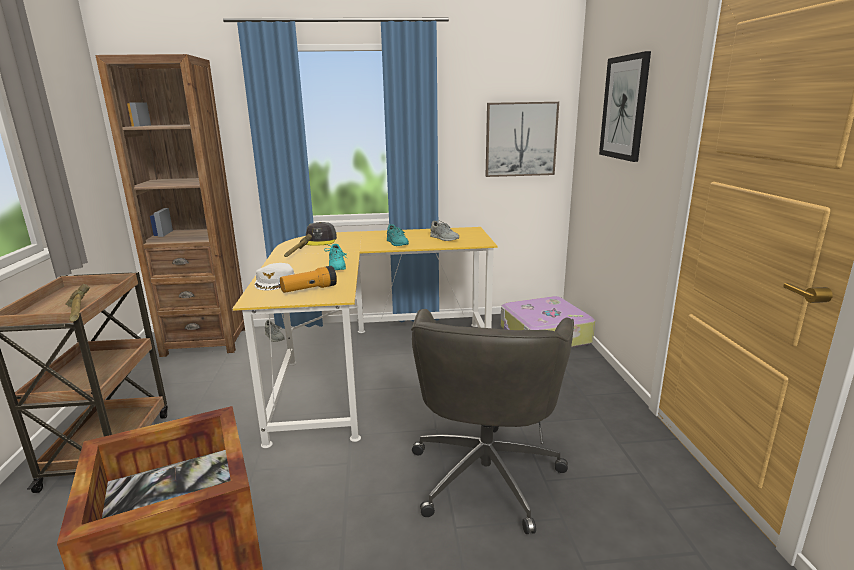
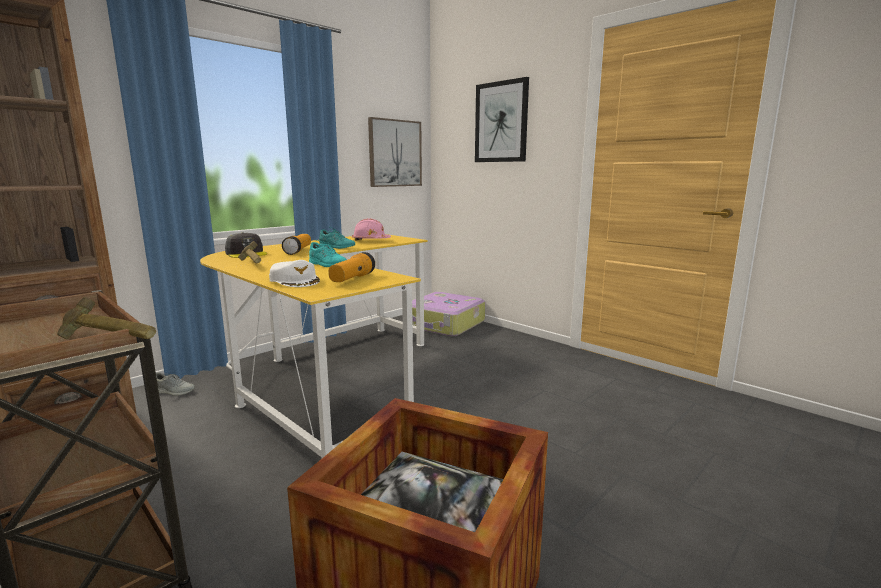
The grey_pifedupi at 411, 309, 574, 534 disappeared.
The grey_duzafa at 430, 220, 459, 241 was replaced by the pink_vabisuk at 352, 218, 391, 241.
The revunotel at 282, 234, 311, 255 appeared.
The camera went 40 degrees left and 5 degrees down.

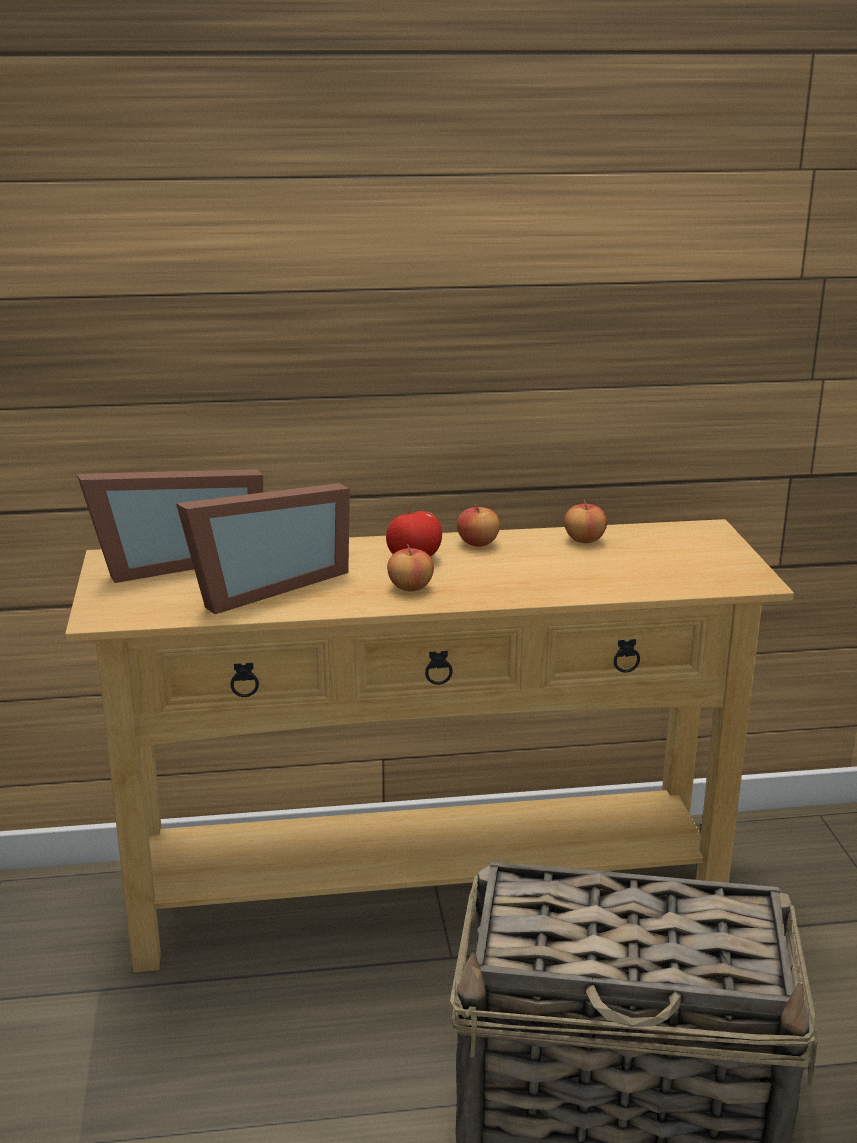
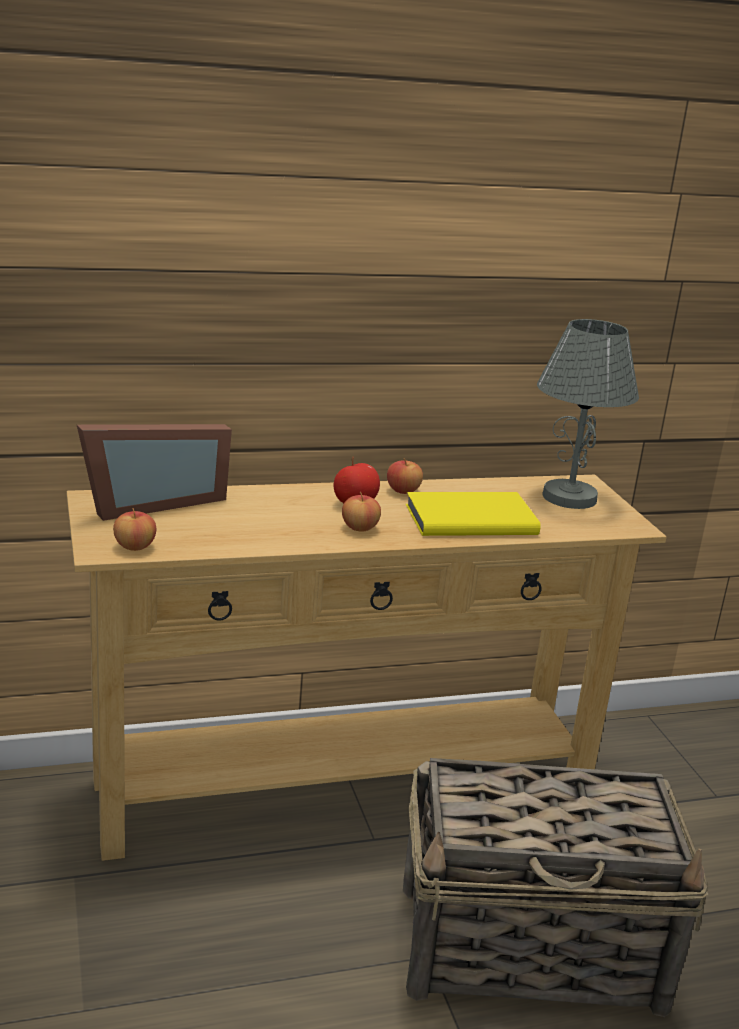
The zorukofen at 176, 483, 350, 614 disappeared.
The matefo moved from 564, 500, 607, 543 to 113, 508, 156, 551.
The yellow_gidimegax at 406, 492, 541, 536 appeared.
The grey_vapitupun at 537, 319, 639, 509 appeared.
The camera went 10 degrees left and 0 degrees up.

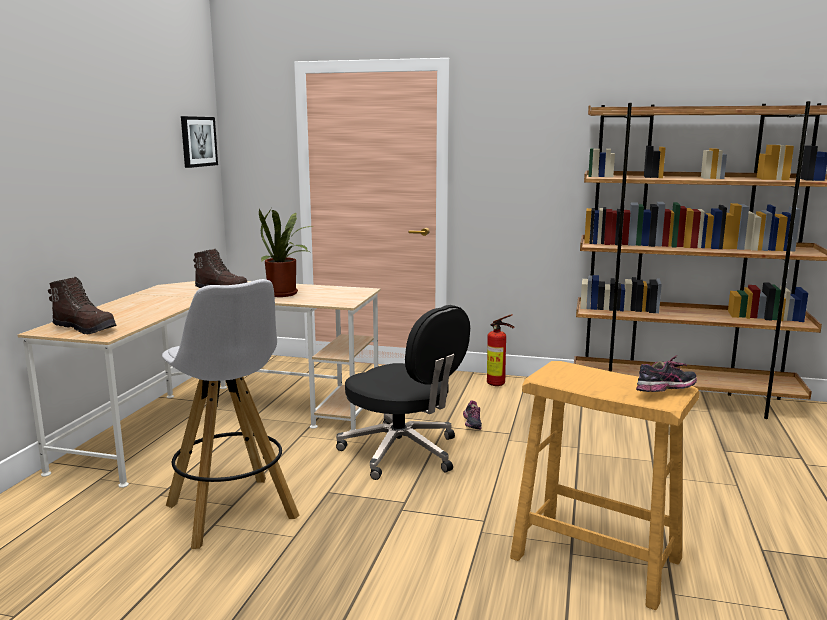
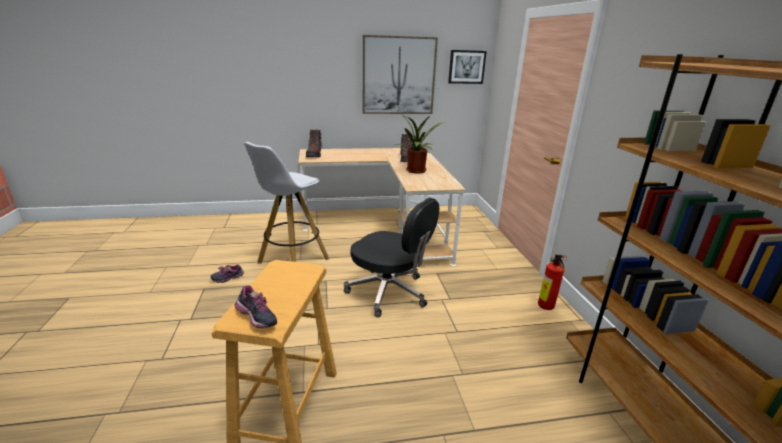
The black_pifedupi at 336, 305, 470, 480 turned 75 degrees counterclockwise.
The duzafa moved from 463, 400, 482, 430 to 210, 264, 244, 283.
The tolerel at 363, 35, 438, 114 appeared.
The camera went 65 degrees right and 10 degrees up.

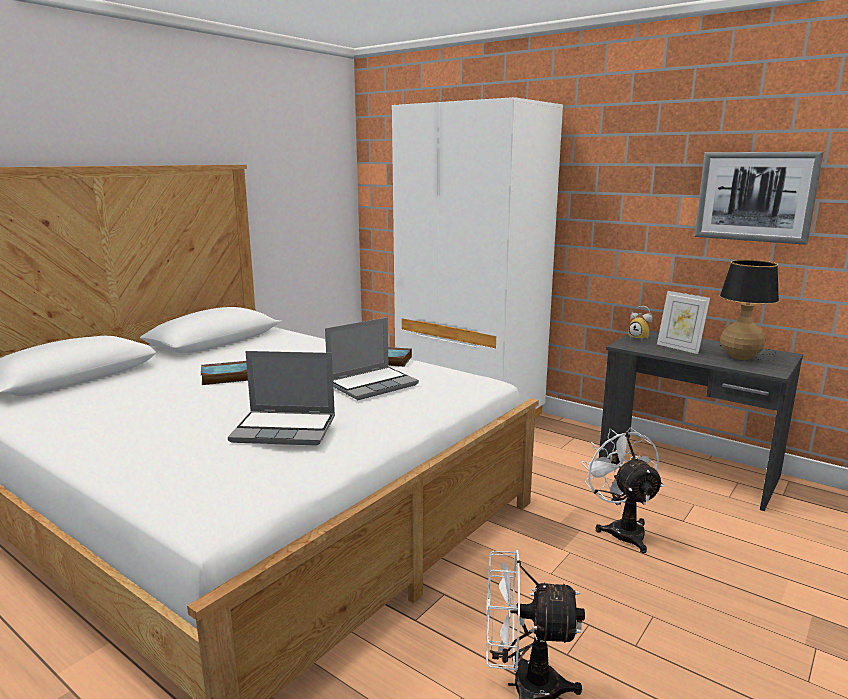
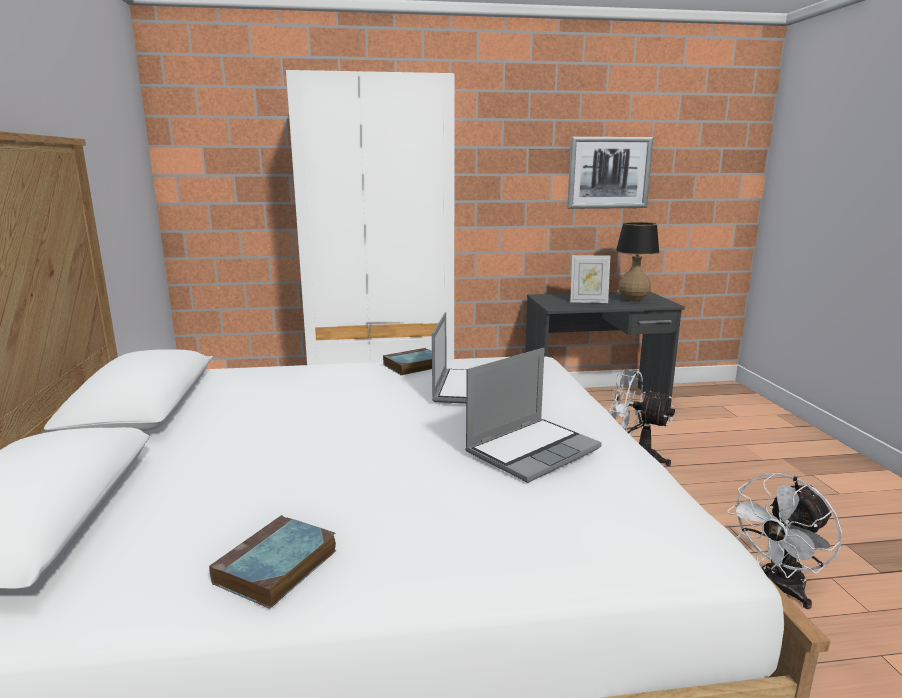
The gidimegax moved from 201, 361, 248, 385 to 209, 515, 337, 609.
The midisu at 629, 306, 653, 341 disappeared.
The camera went 45 degrees left and 0 degrees up.

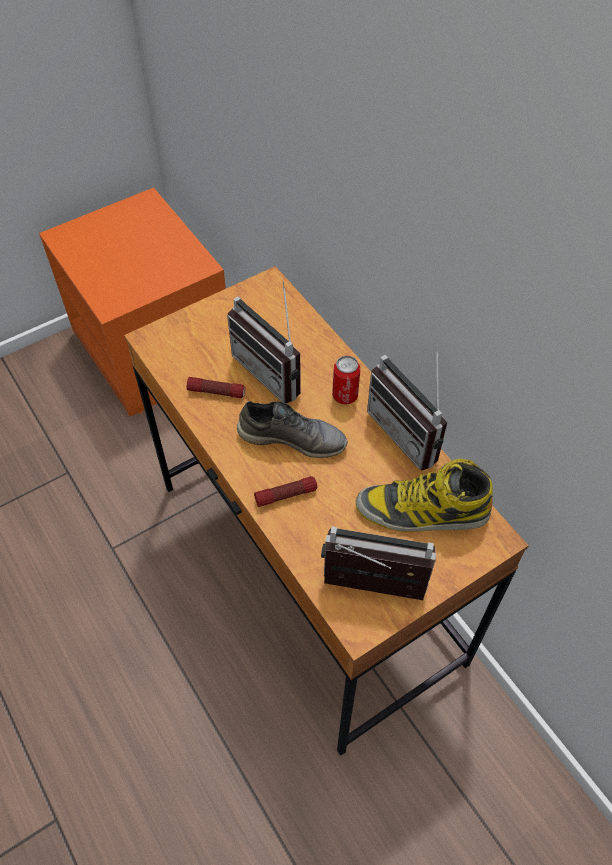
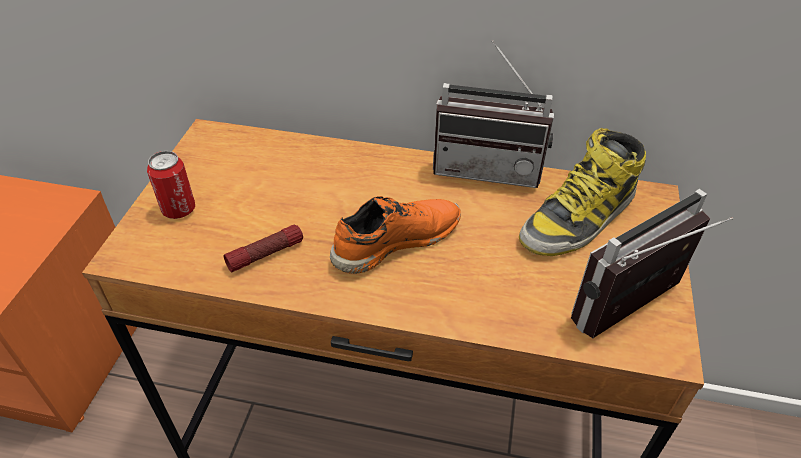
The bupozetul at 227, 282, 301, 403 disappeared.
The grey_duzafa at 237, 401, 347, 458 became the orange_duzafa at 330, 196, 461, 274.
The revunotel at 254, 476, 317, 507 disappeared.
The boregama moved from 332, 356, 360, 405 to 147, 151, 195, 219.
The camera went 45 degrees left and 10 degrees down.

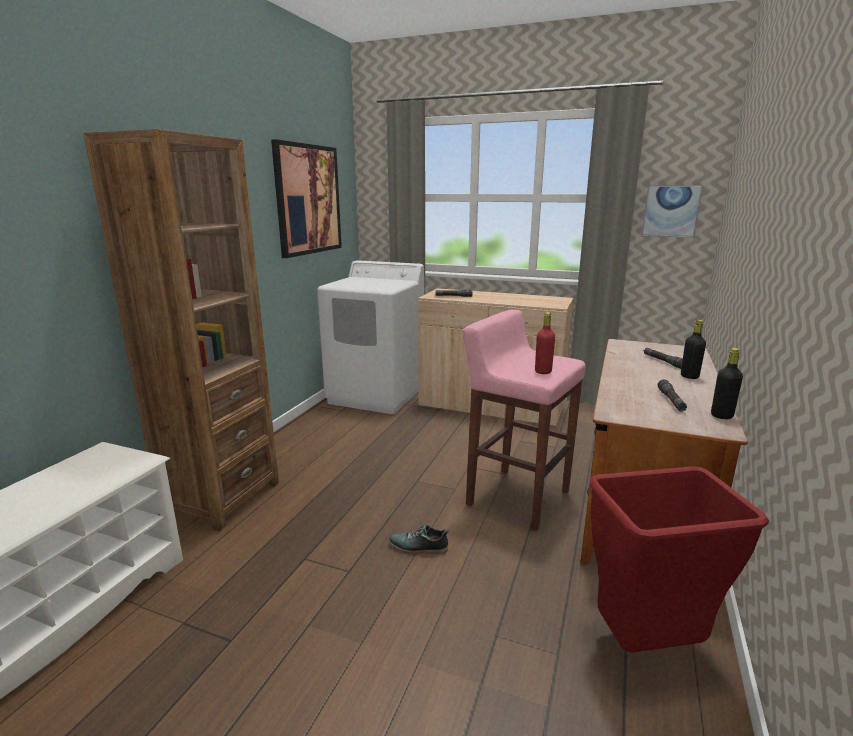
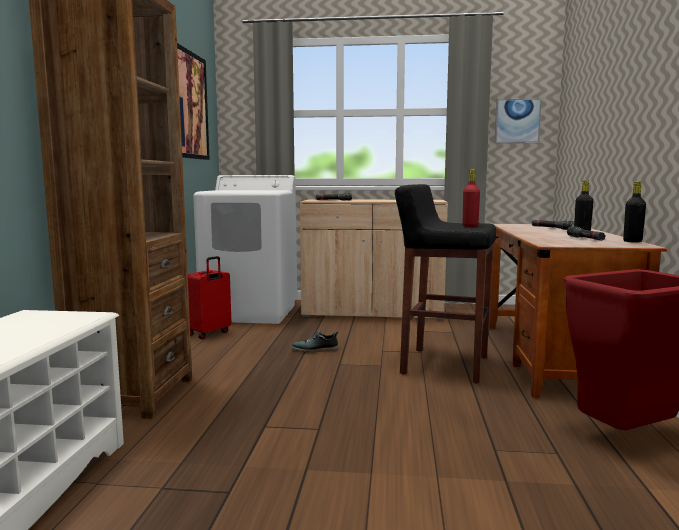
The duzafa moved from 389, 524, 449, 554 to 291, 331, 338, 353.
The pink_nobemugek at 463, 310, 586, 531 became the black_nobemugek at 395, 184, 496, 383.
The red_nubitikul at 188, 256, 231, 339 appeared.
The camera went 15 degrees left and 10 degrees down.

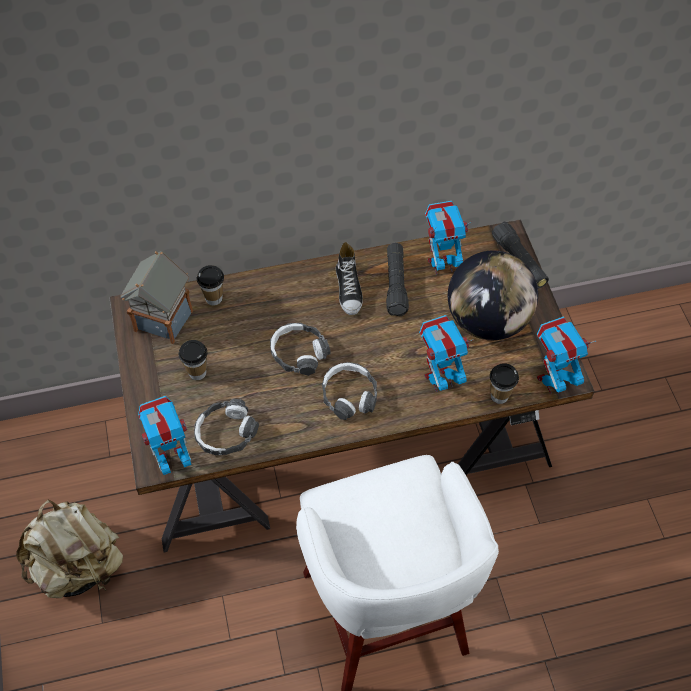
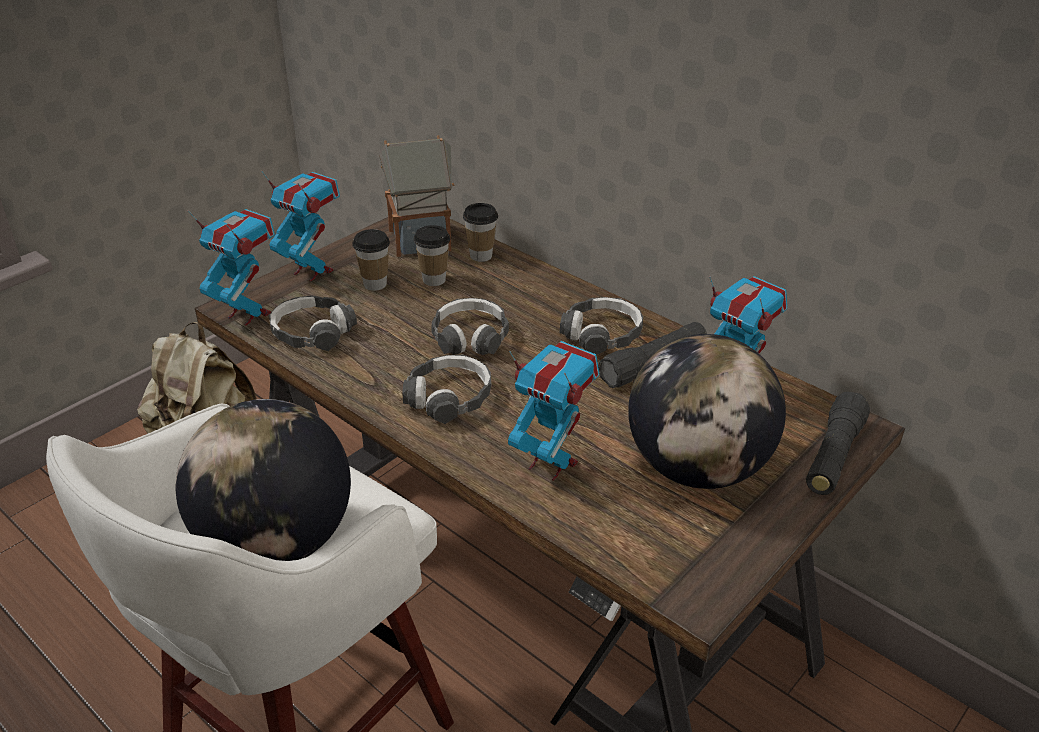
The duzafa at 336, 242, 363, 315 was replaced by the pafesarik at 560, 297, 643, 355.
The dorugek moved from 490, 363, 519, 404 to 413, 225, 450, 286.
The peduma moved from 537, 317, 596, 394 to 261, 171, 340, 282.
The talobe at 176, 399, 351, 561 appeared.
The camera went 55 degrees right and 20 degrees down.

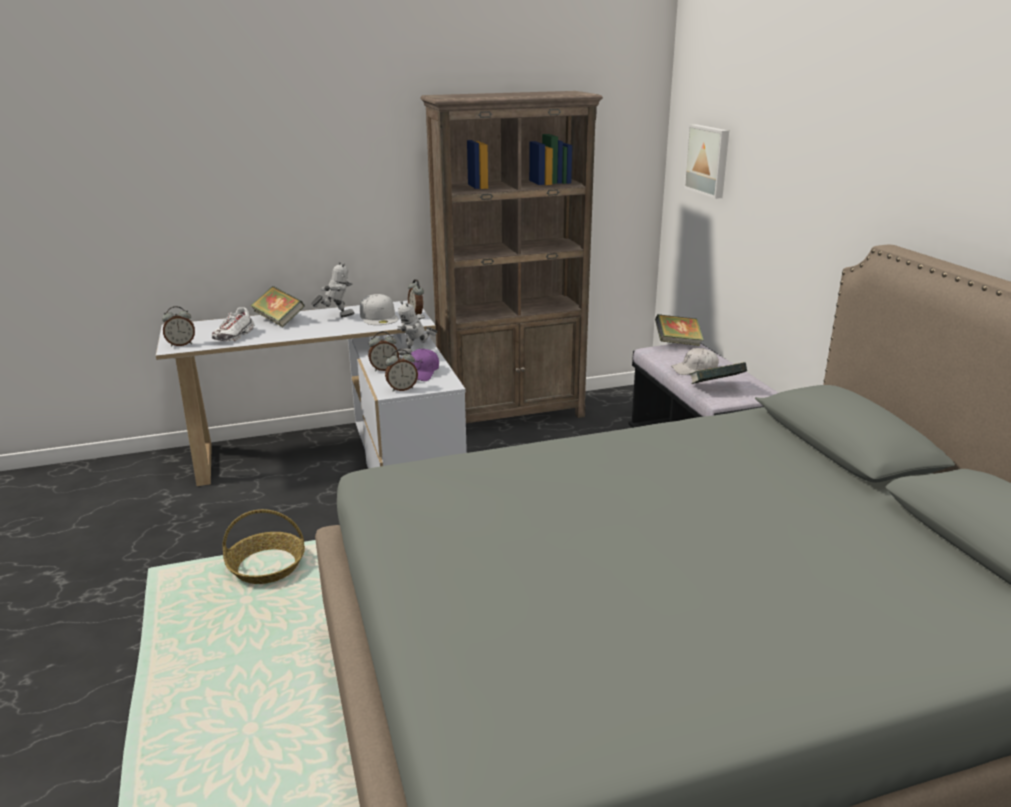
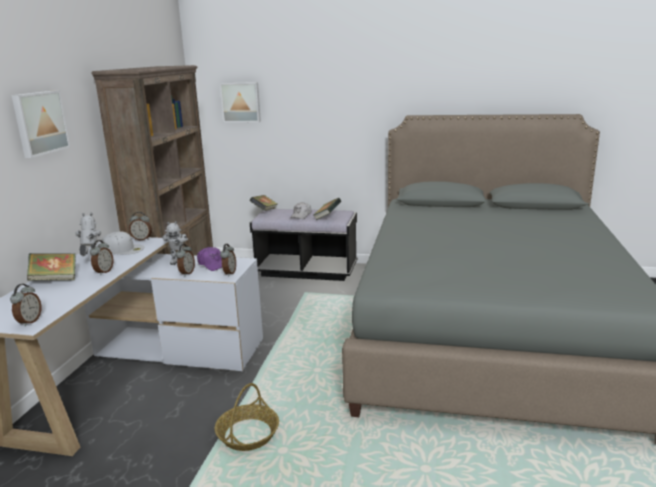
The white_duzafa at 212, 307, 254, 341 disappeared.
The tolerel at 11, 90, 70, 158 appeared.
The midisu at 90, 240, 114, 275 appeared.
The camera went 60 degrees left and 5 degrees down.

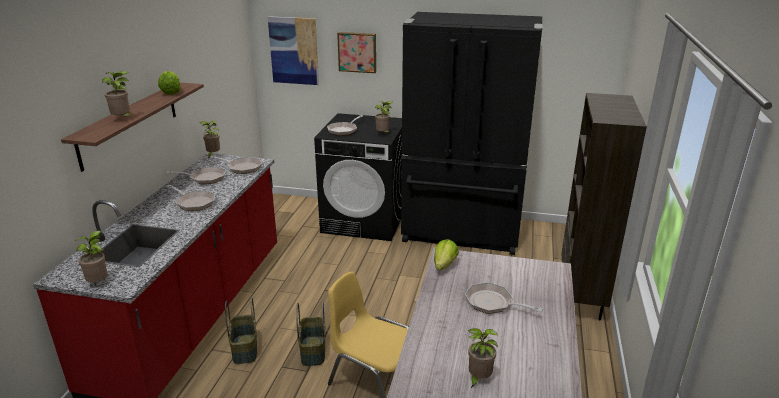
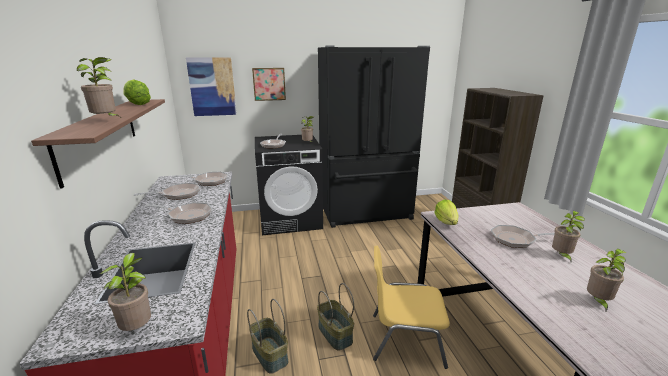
The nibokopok moved from 200, 121, 220, 157 to 552, 211, 585, 262.
The camera went 25 degrees left and 5 degrees down.

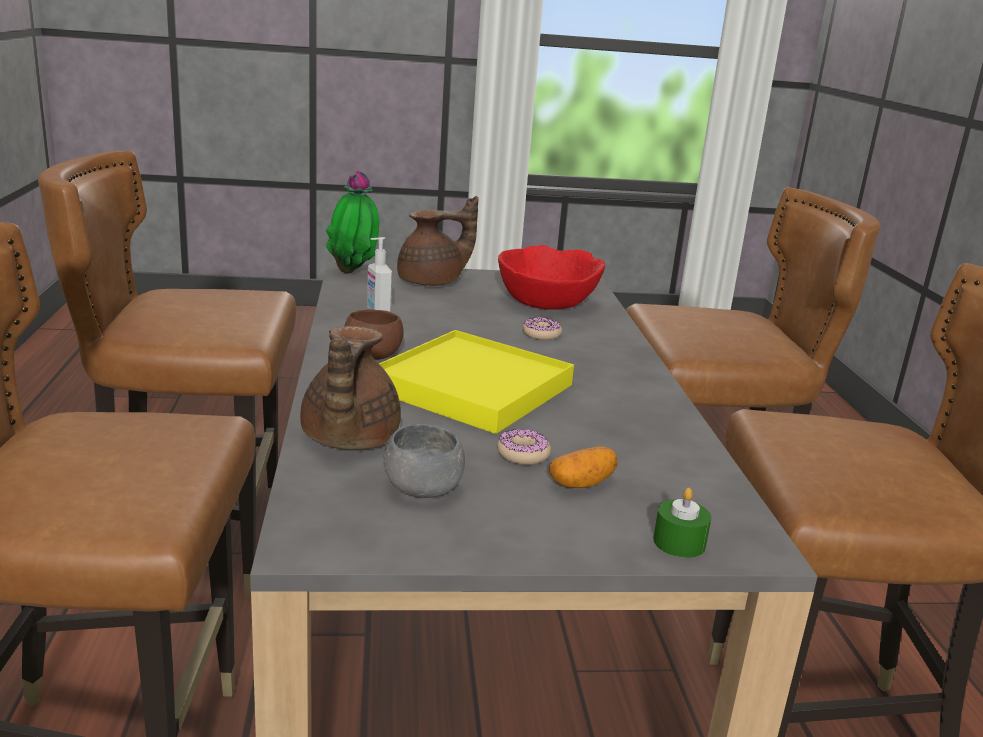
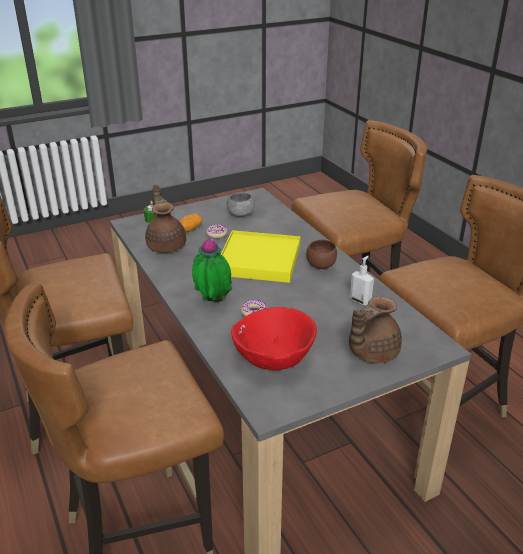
The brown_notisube moved from 300, 326, 401, 450 to 145, 185, 186, 253.
The nibokopok moved from 326, 170, 379, 274 to 192, 237, 232, 302.
The camera went 160 degrees right and 10 degrees up.

